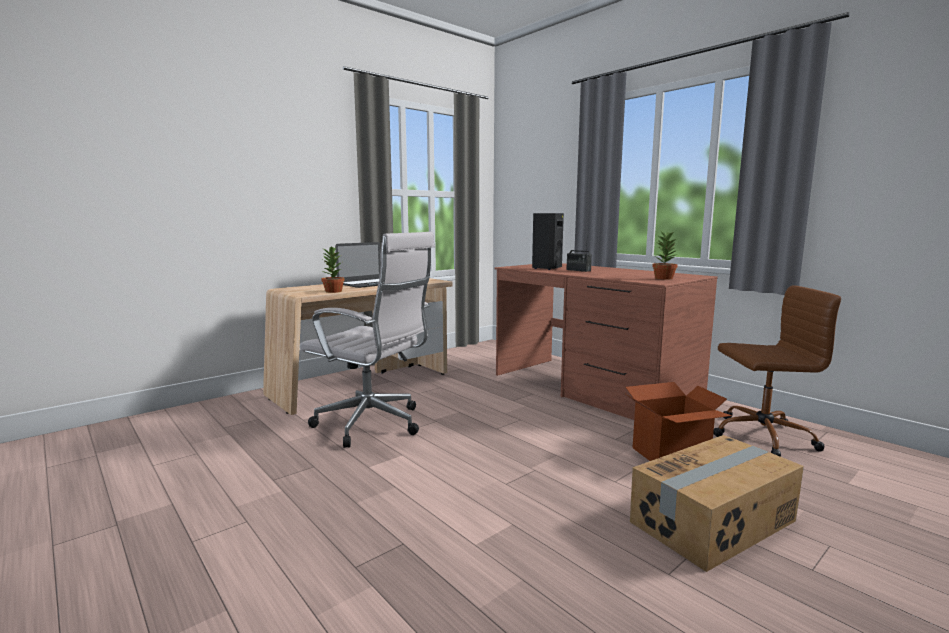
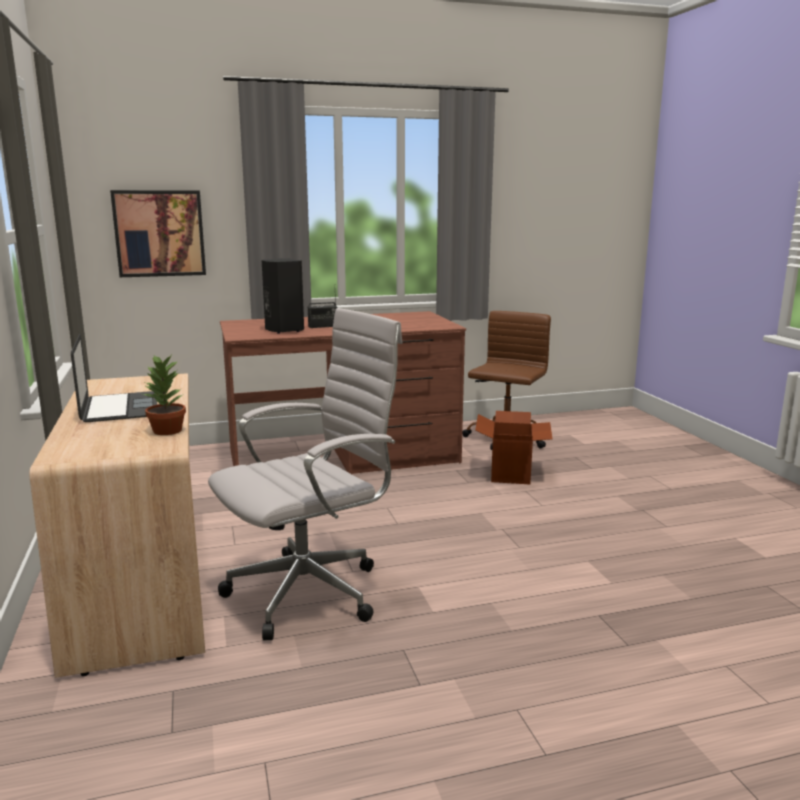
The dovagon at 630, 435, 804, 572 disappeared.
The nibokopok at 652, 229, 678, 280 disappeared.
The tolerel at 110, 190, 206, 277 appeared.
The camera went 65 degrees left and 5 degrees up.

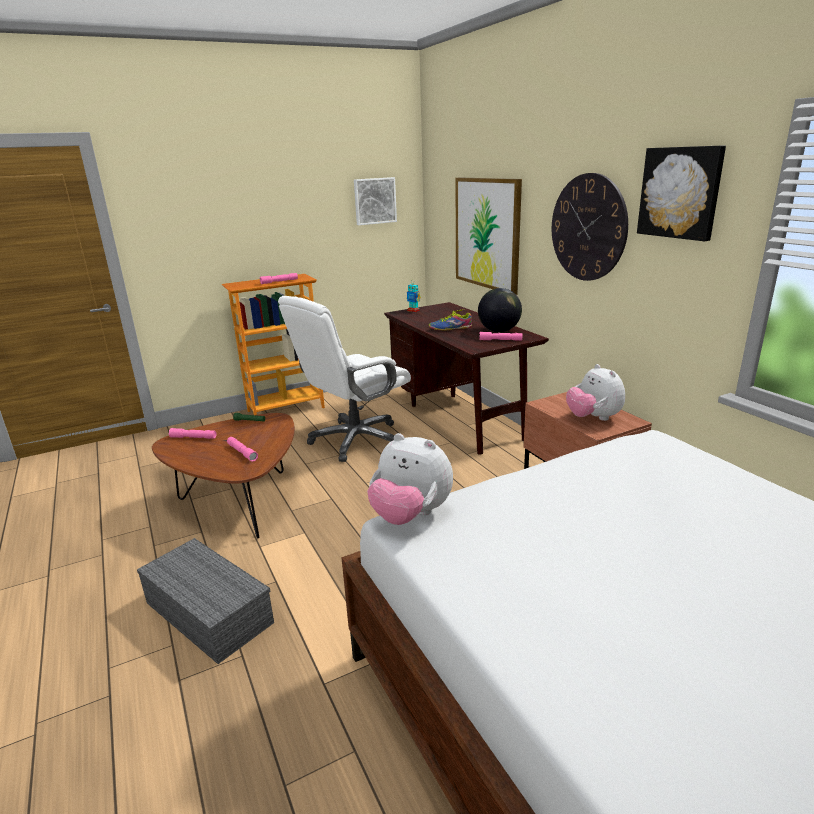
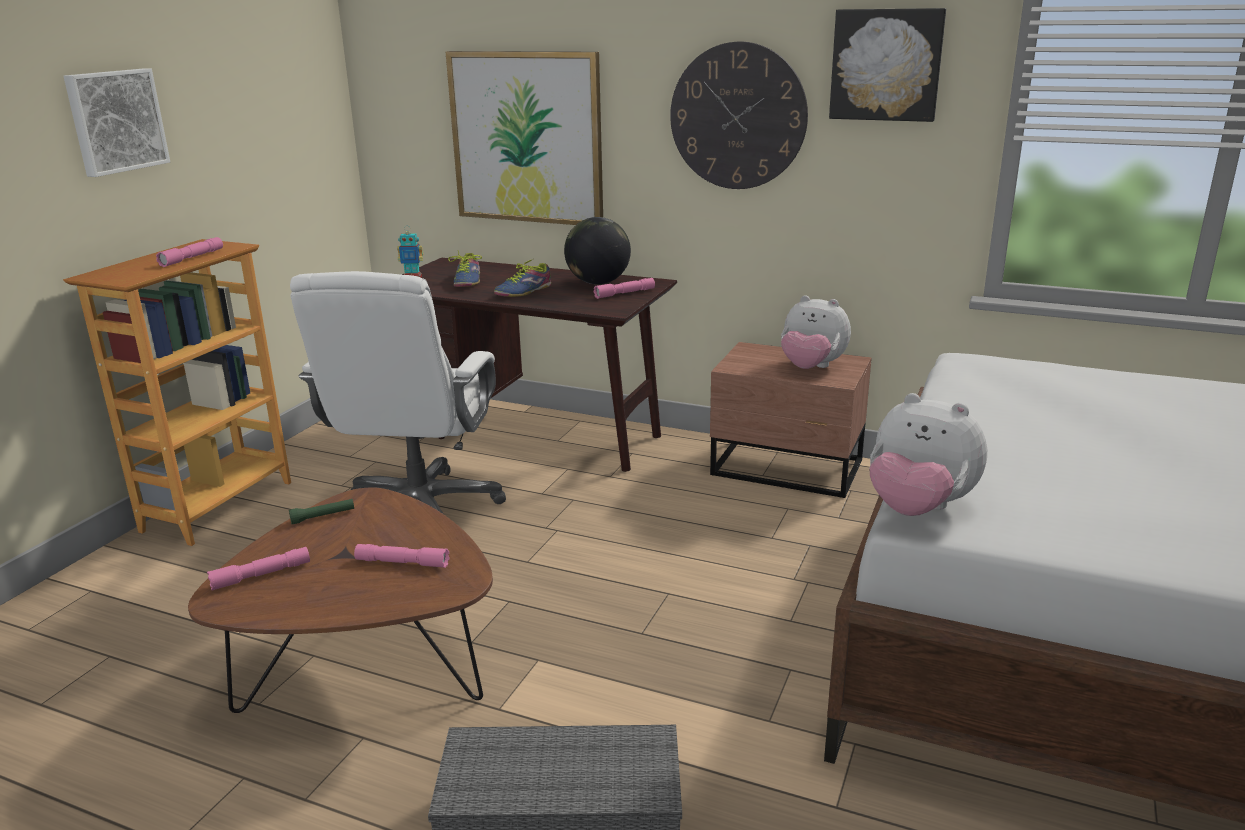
The tolerel moved from 354, 177, 397, 225 to 63, 68, 170, 177.
The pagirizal at 367, 433, 453, 525 turned 45 degrees clockwise.
The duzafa at 448, 251, 482, 287 appeared.
The camera went 40 degrees left and 0 degrees up.

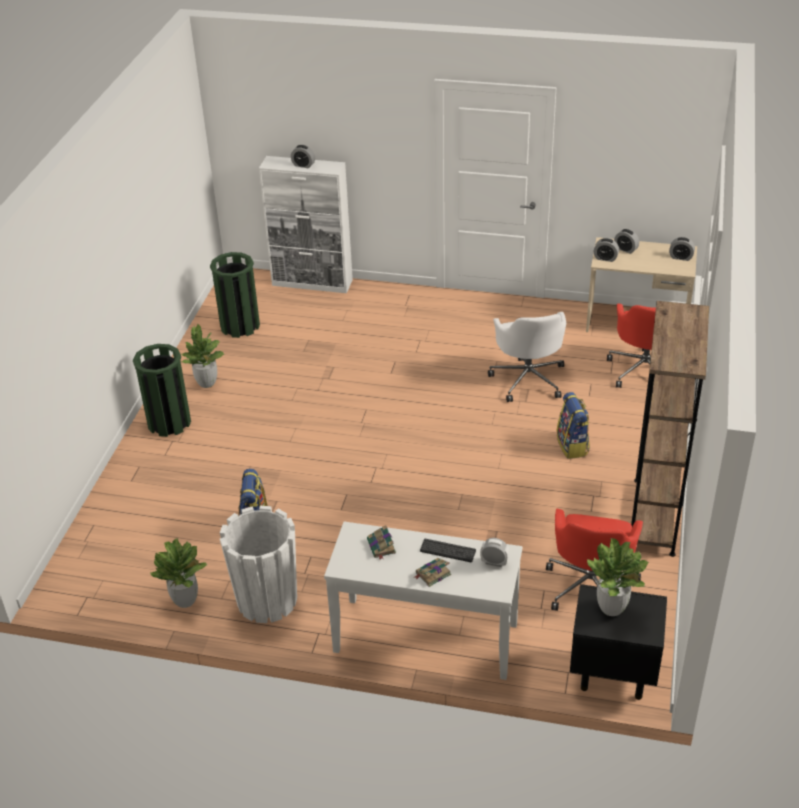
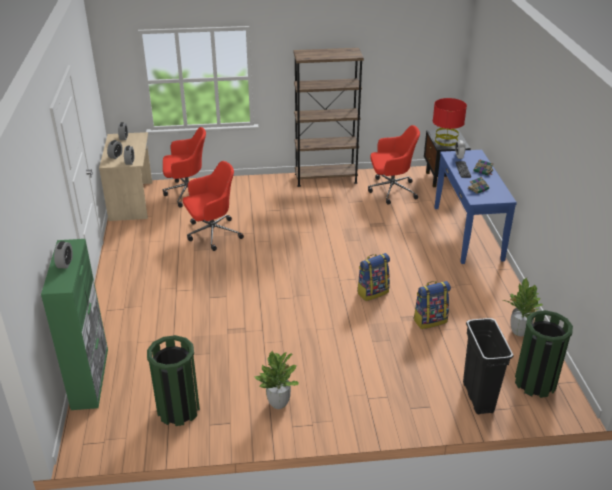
The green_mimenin moved from 133, 344, 191, 437 to 515, 310, 573, 398.
The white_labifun at 220, 506, 297, 623 disappeared.
The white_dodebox at 259, 156, 353, 293 became the green_dodebox at 41, 239, 108, 410.
The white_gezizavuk at 324, 522, 522, 680 became the blue_gezizavuk at 434, 150, 517, 264.
The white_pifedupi at 488, 312, 566, 402 became the red_pifedupi at 183, 161, 244, 251.
The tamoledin moved from 557, 392, 590, 459 to 357, 253, 390, 301.
The nibokopok at 587, 538, 649, 616 was replaced by the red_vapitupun at 433, 98, 467, 146.
The black_mimenin at 463, 318, 514, 415 appeared.
The camera went 110 degrees left and 5 degrees down.

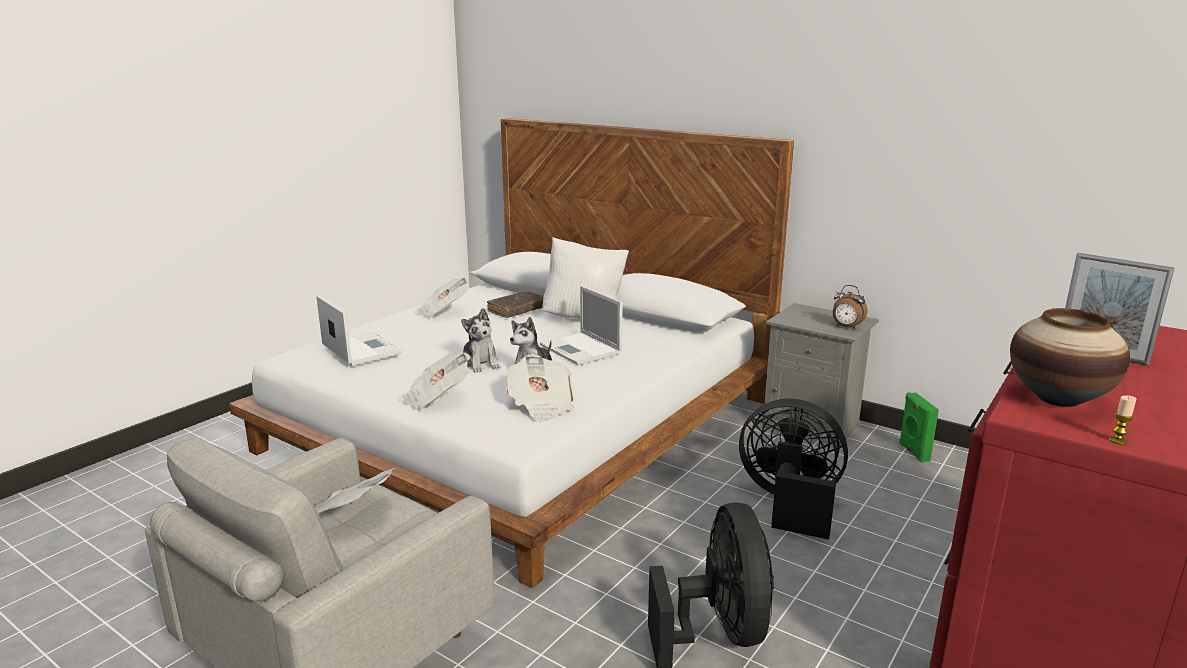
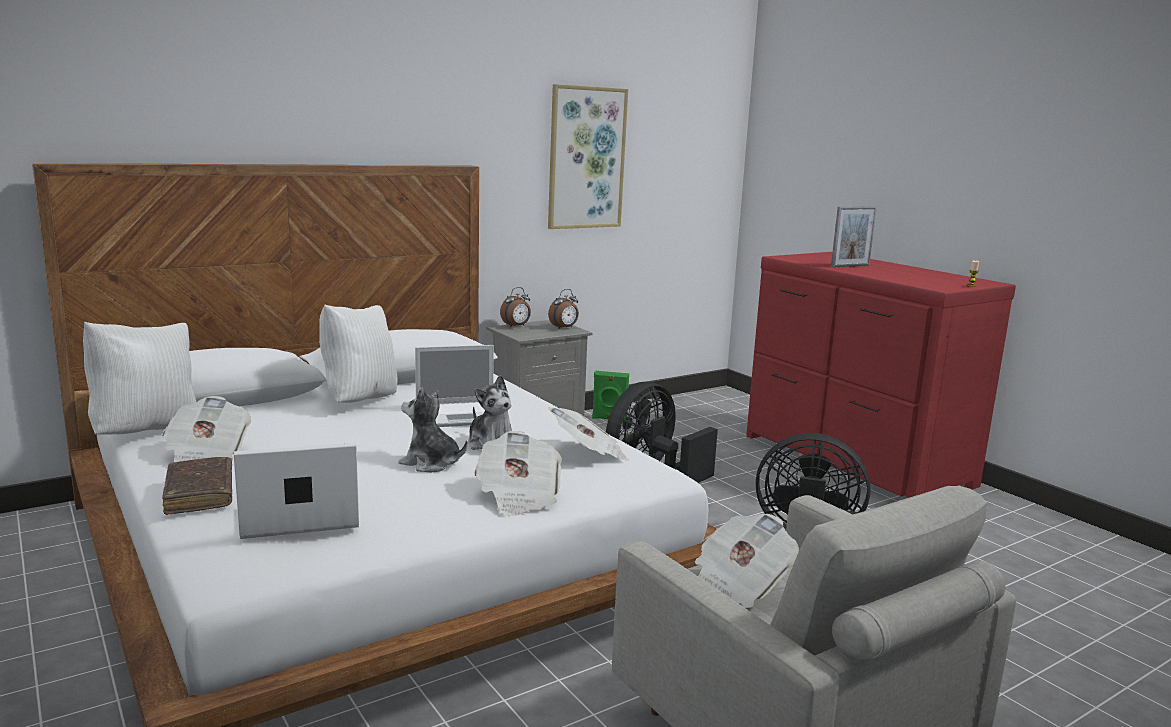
The pagirizal at 461, 308, 500, 373 turned 150 degrees counterclockwise.
The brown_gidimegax moved from 487, 291, 544, 318 to 162, 457, 232, 515.
The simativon at 1010, 308, 1130, 407 disappeared.
The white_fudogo at 83, 322, 196, 435 appeared.
The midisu at 500, 287, 531, 328 appeared.
The tolerel at 548, 84, 628, 229 appeared.
The camera went 70 degrees left and 5 degrees down.

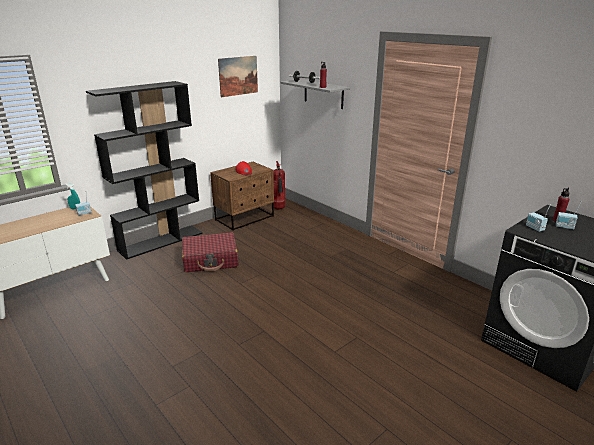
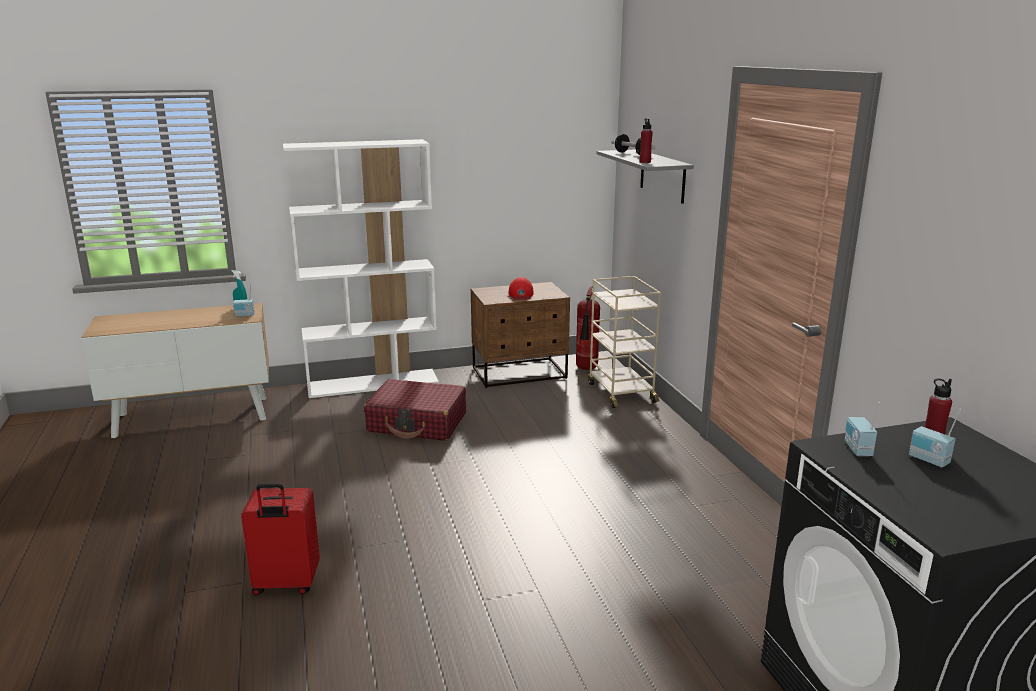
The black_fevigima at 86, 81, 203, 260 became the white_fevigima at 283, 139, 439, 398.
The tolerel at 218, 56, 258, 97 disappeared.
The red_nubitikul at 241, 483, 320, 596 appeared.
The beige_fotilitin at 588, 276, 661, 408 appeared.
The camera went 25 degrees right and 5 degrees down.

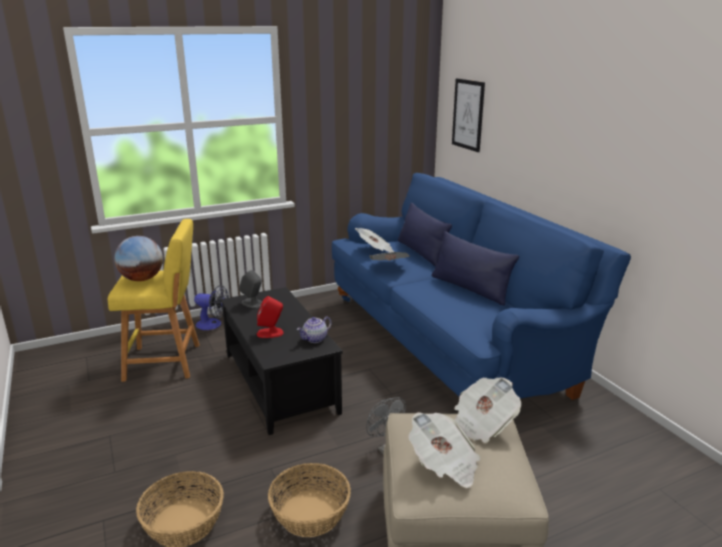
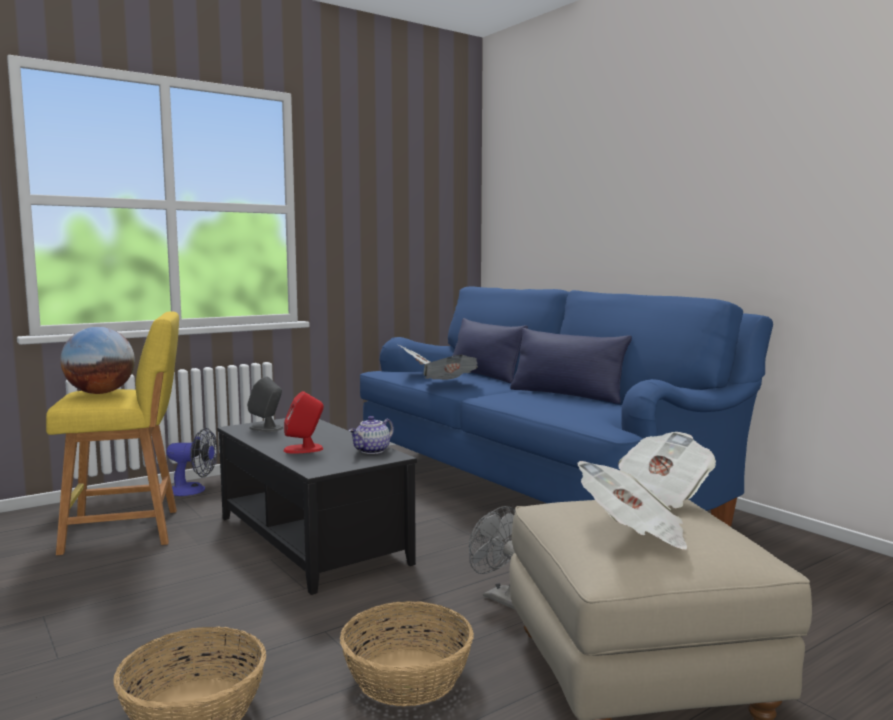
The tolerel at 452, 78, 485, 152 disappeared.
The camera went 10 degrees left and 15 degrees down.

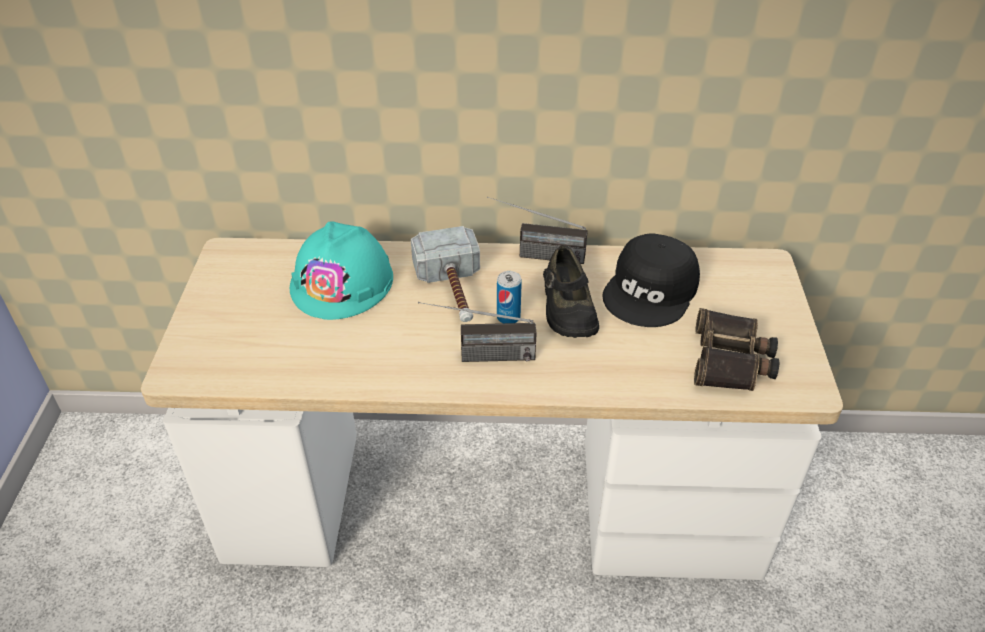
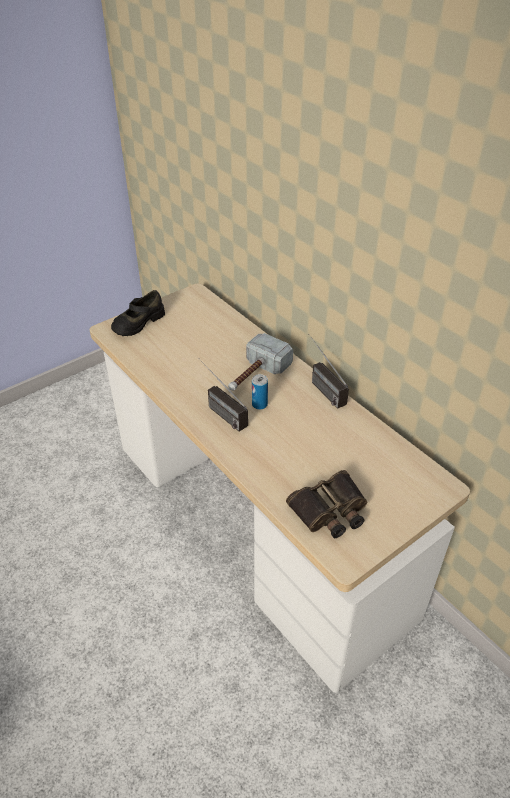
The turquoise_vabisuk at 290, 222, 393, 320 disappeared.
The black_duzafa moved from 543, 245, 599, 338 to 111, 290, 165, 336.
The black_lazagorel at 603, 233, 700, 327 disappeared.
The camera went 50 degrees right and 0 degrees up.

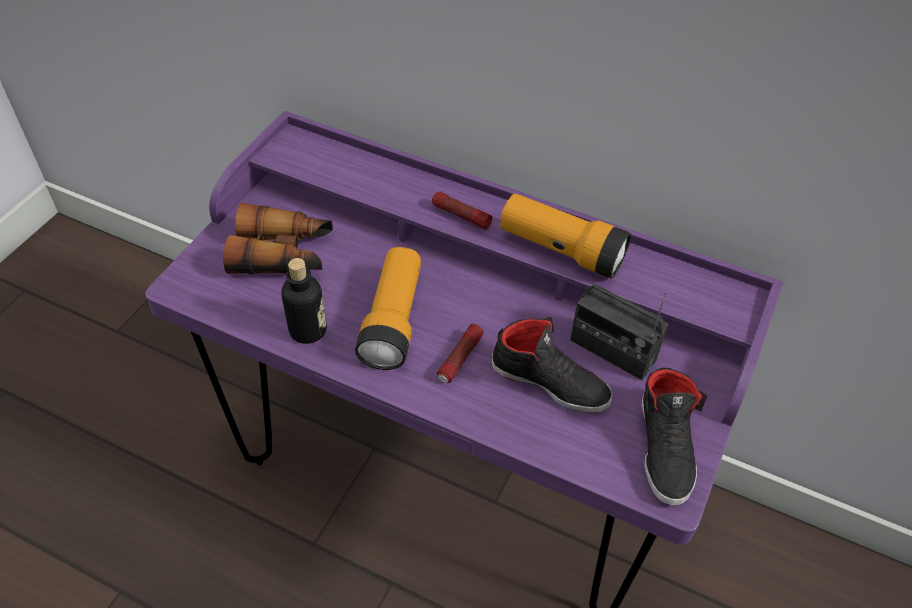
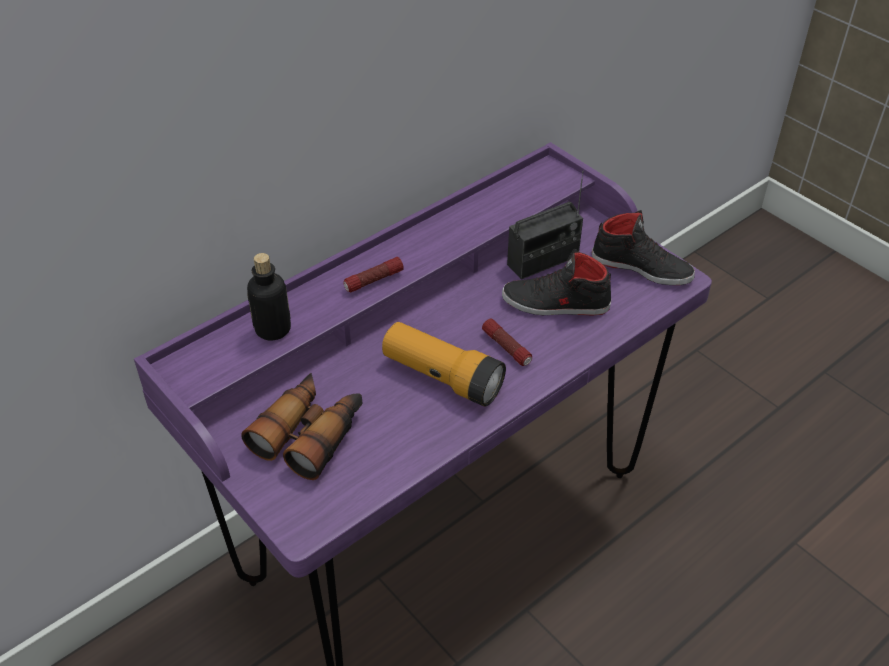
The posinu moved from 281, 258, 327, 344 to 247, 253, 291, 340.
The black_duzafa at 491, 317, 612, 413 turned 135 degrees counterclockwise.
The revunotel at 500, 194, 631, 279 disappeared.
The camera went 65 degrees left and 5 degrees down.

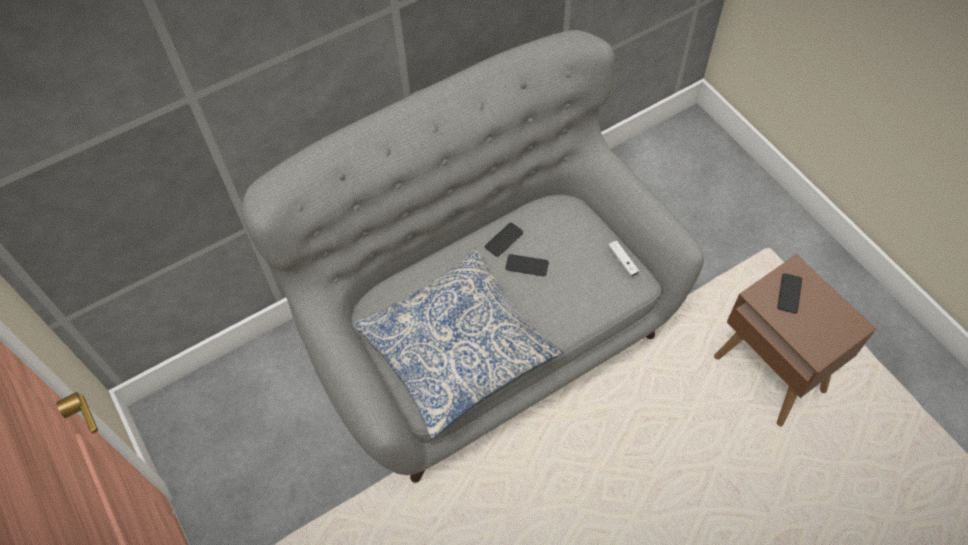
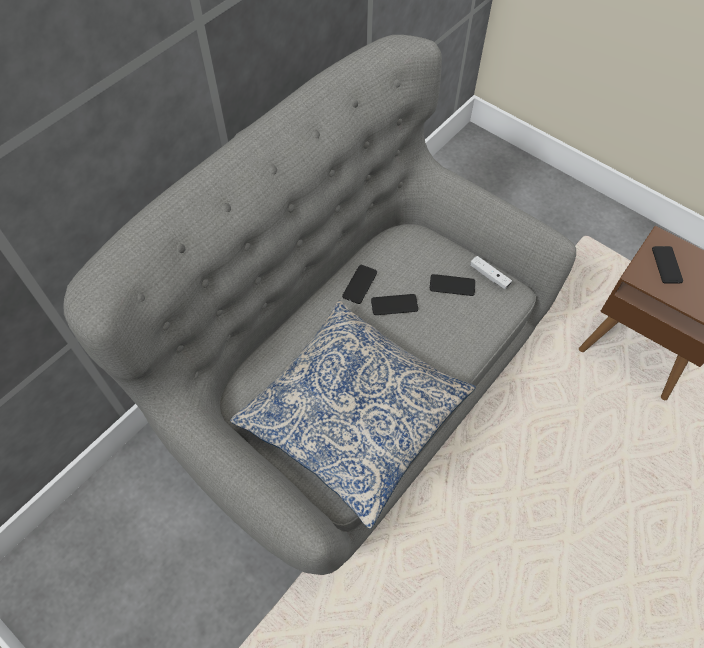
The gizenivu at 430, 274, 475, 296 appeared.
The camera went 20 degrees left and 0 degrees up.

